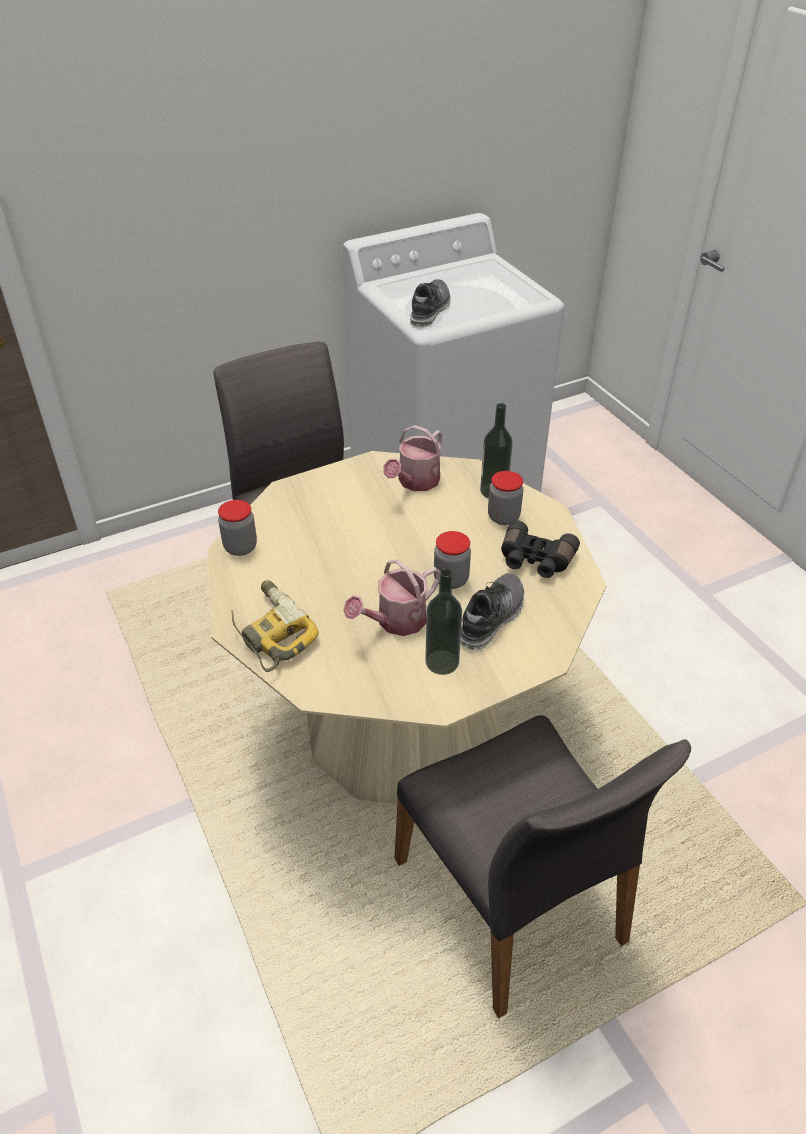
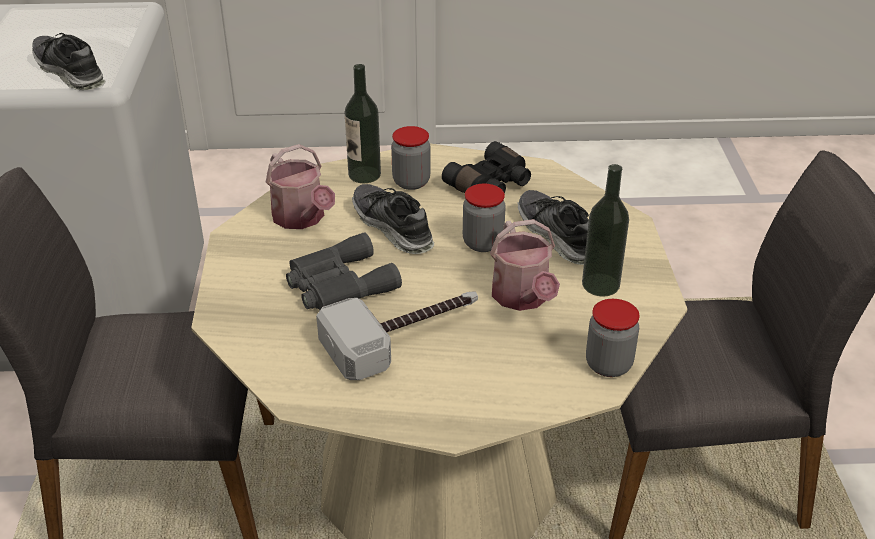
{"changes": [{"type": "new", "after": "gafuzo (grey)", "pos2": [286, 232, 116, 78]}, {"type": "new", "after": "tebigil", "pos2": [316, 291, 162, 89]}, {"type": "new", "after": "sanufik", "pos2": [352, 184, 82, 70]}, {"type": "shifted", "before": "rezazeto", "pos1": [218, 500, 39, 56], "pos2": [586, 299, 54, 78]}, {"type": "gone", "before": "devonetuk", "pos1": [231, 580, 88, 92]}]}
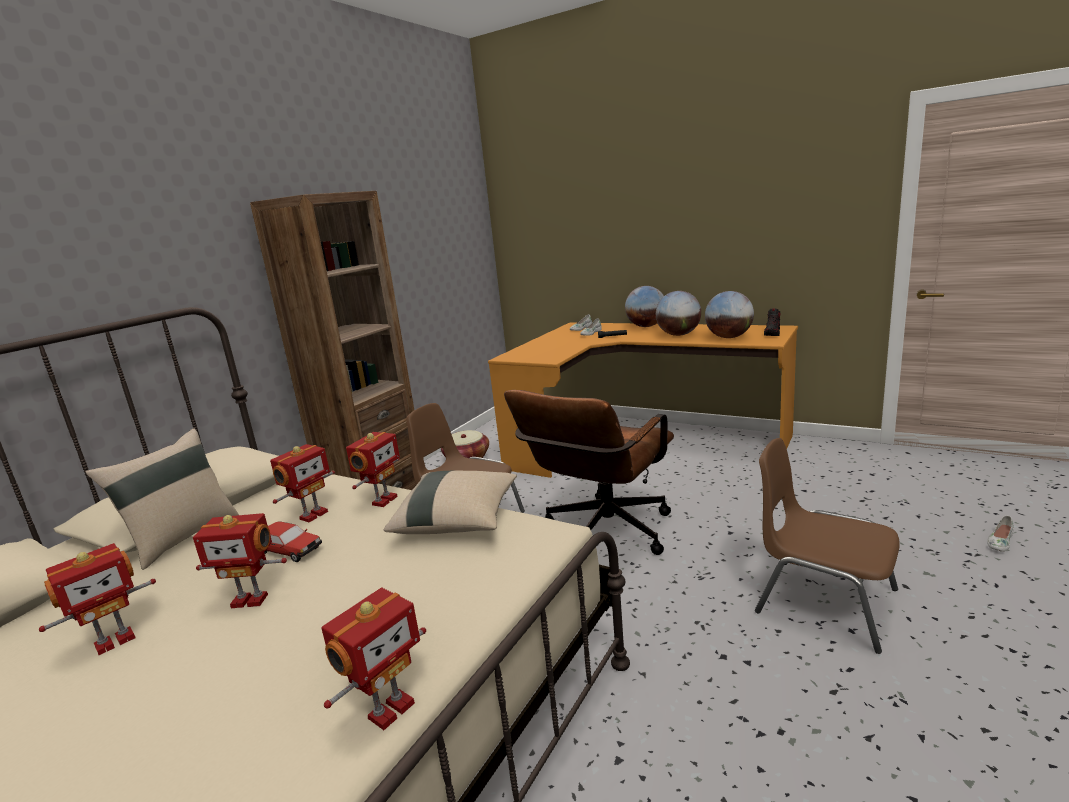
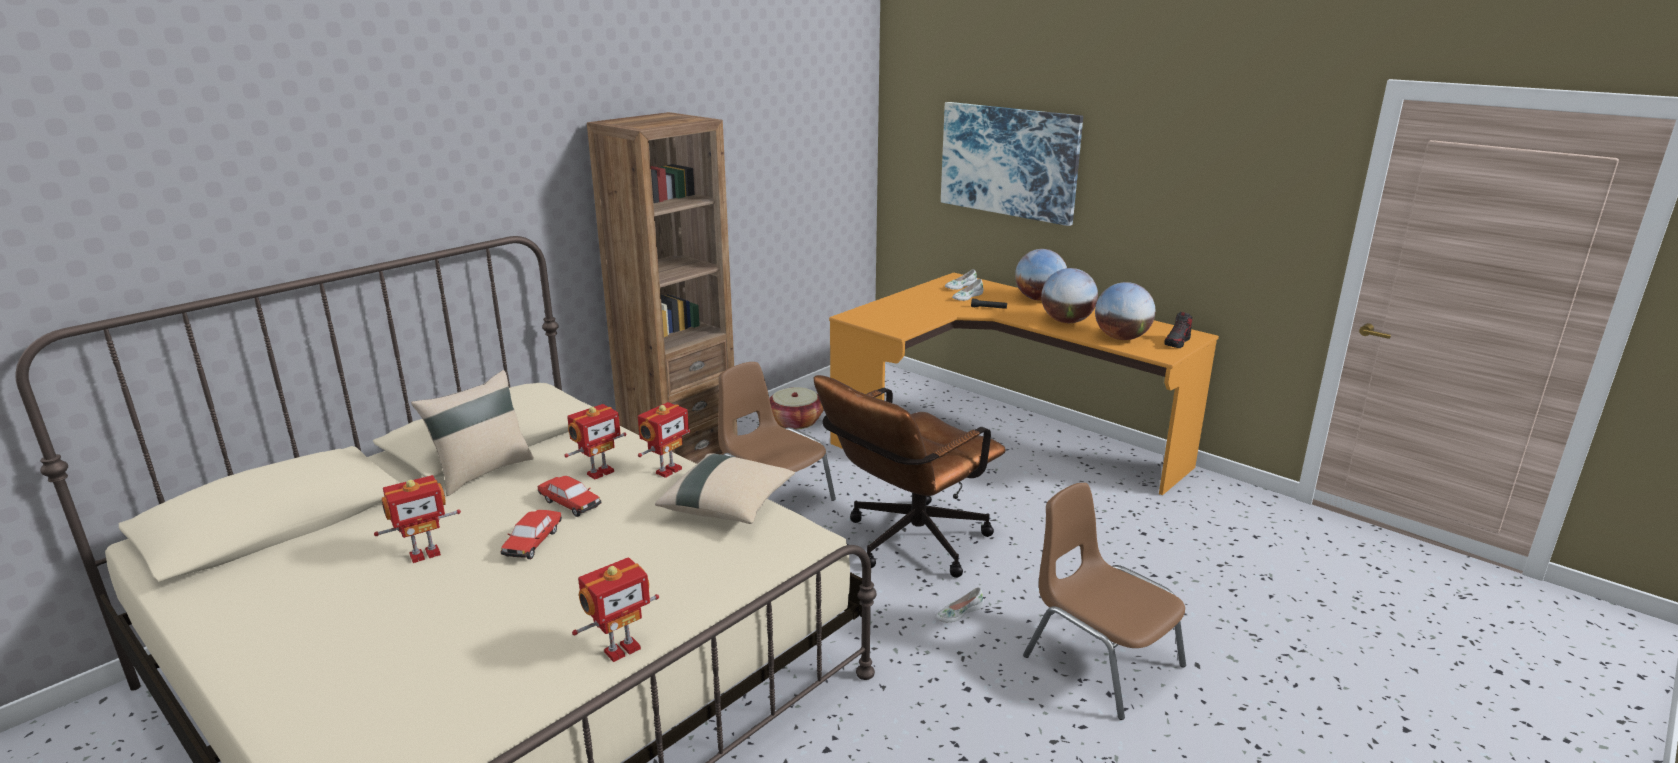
{"changes": [{"type": "swapped", "before": "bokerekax", "after": "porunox", "pos1": [193, 513, 94, 95], "pos2": [500, 510, 62, 49]}, {"type": "shifted", "before": "sanufik (white)", "pos1": [987, 516, 27, 36], "pos2": [936, 587, 48, 36]}, {"type": "new", "after": "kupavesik", "pos2": [941, 102, 142, 124]}]}
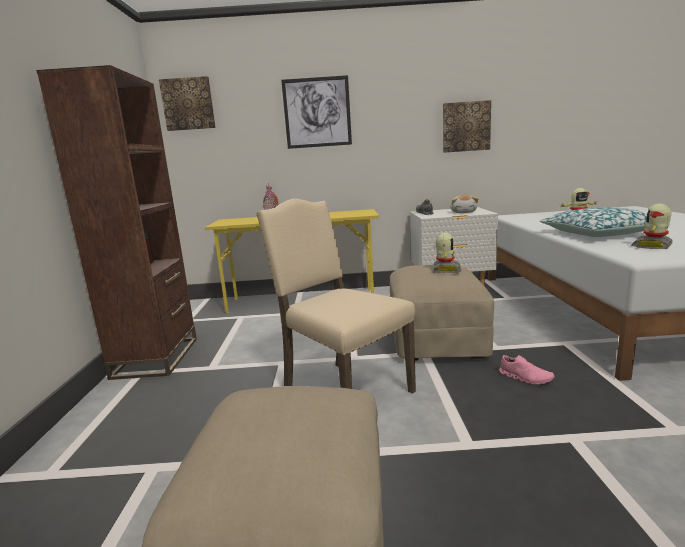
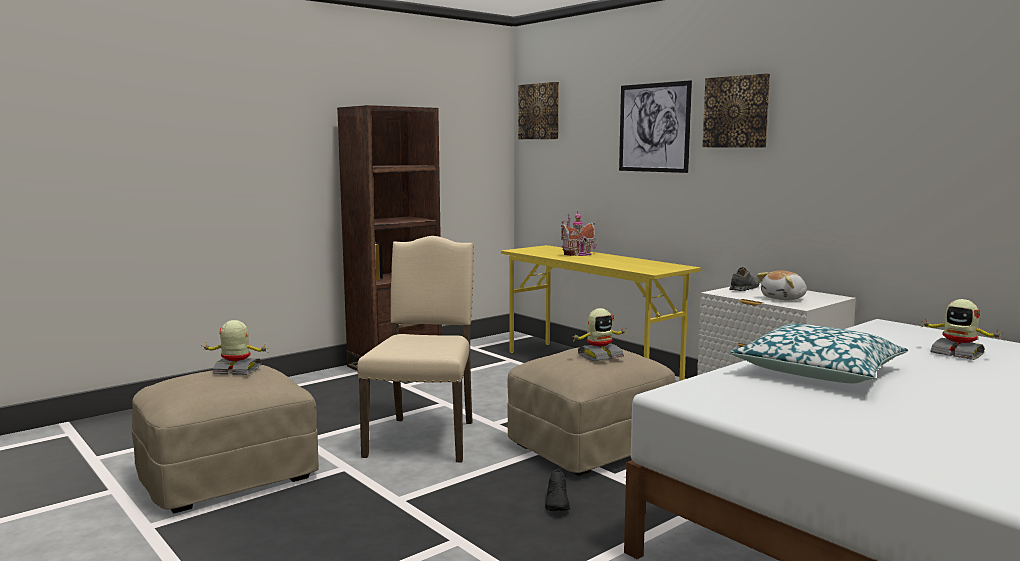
{"changes": [{"type": "shifted", "before": "bokerekax", "pos1": [631, 204, 41, 45], "pos2": [201, 320, 67, 55]}, {"type": "repainted", "before": "sanufik (pink)", "after": "sanufik (black)", "pos1": [499, 355, 56, 30], "pos2": [545, 469, 25, 42]}, {"type": "shifted", "before": "kupavesik", "pos1": [443, 100, 48, 53], "pos2": [702, 74, 68, 74]}]}
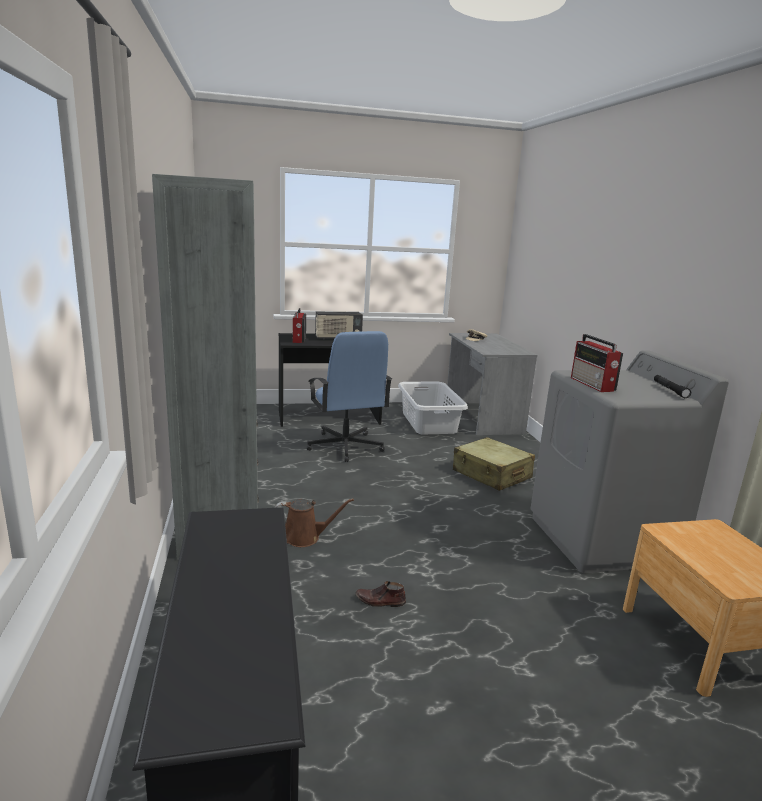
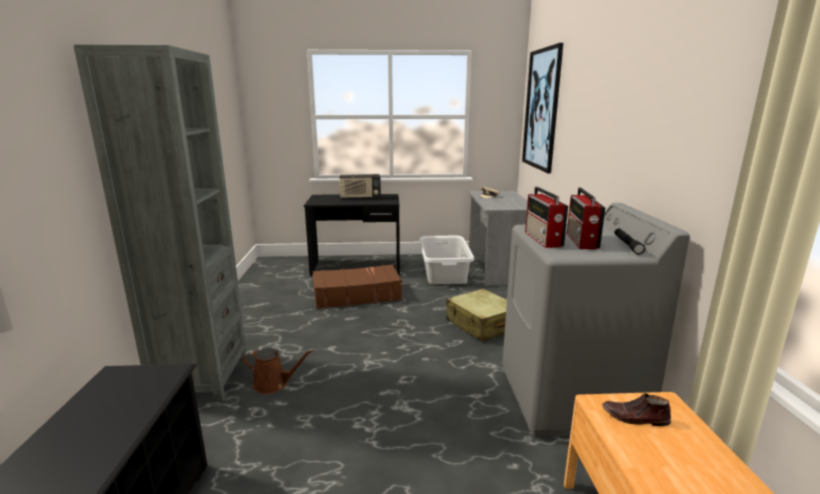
{"changes": [{"type": "swapped", "before": "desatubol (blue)", "after": "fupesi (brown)", "pos1": [307, 331, 85, 131], "pos2": [313, 264, 89, 45]}, {"type": "new", "after": "kupavesik", "pos2": [522, 43, 41, 130]}, {"type": "shifted", "before": "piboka", "pos1": [292, 308, 14, 35], "pos2": [567, 188, 38, 61]}, {"type": "shifted", "before": "sanufik (brown)", "pos1": [355, 581, 51, 26], "pos2": [602, 393, 69, 33]}]}
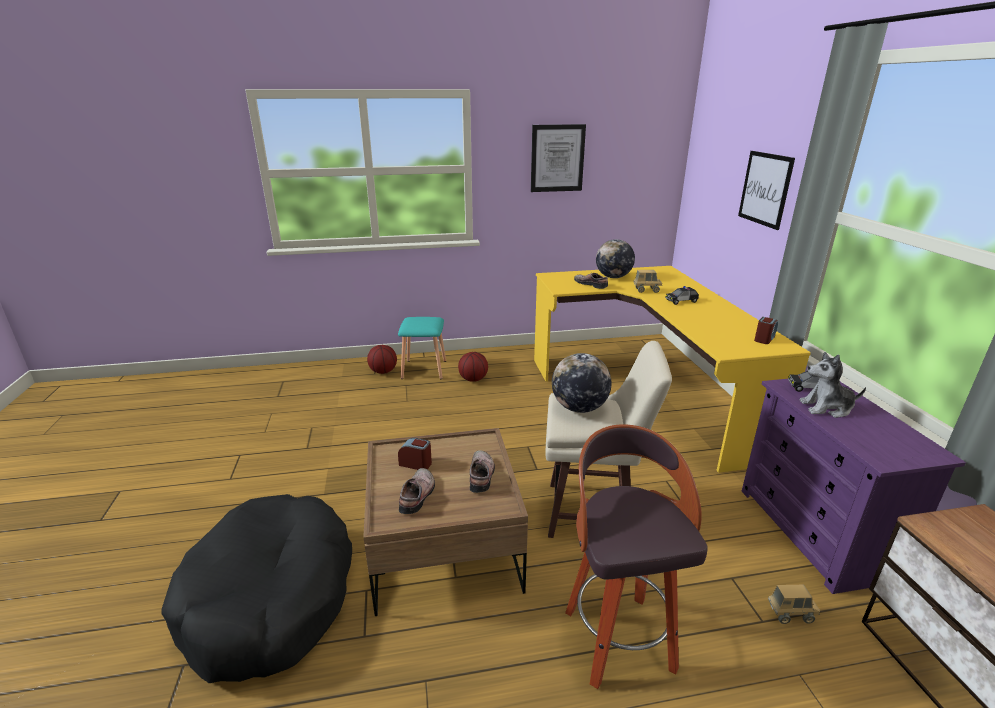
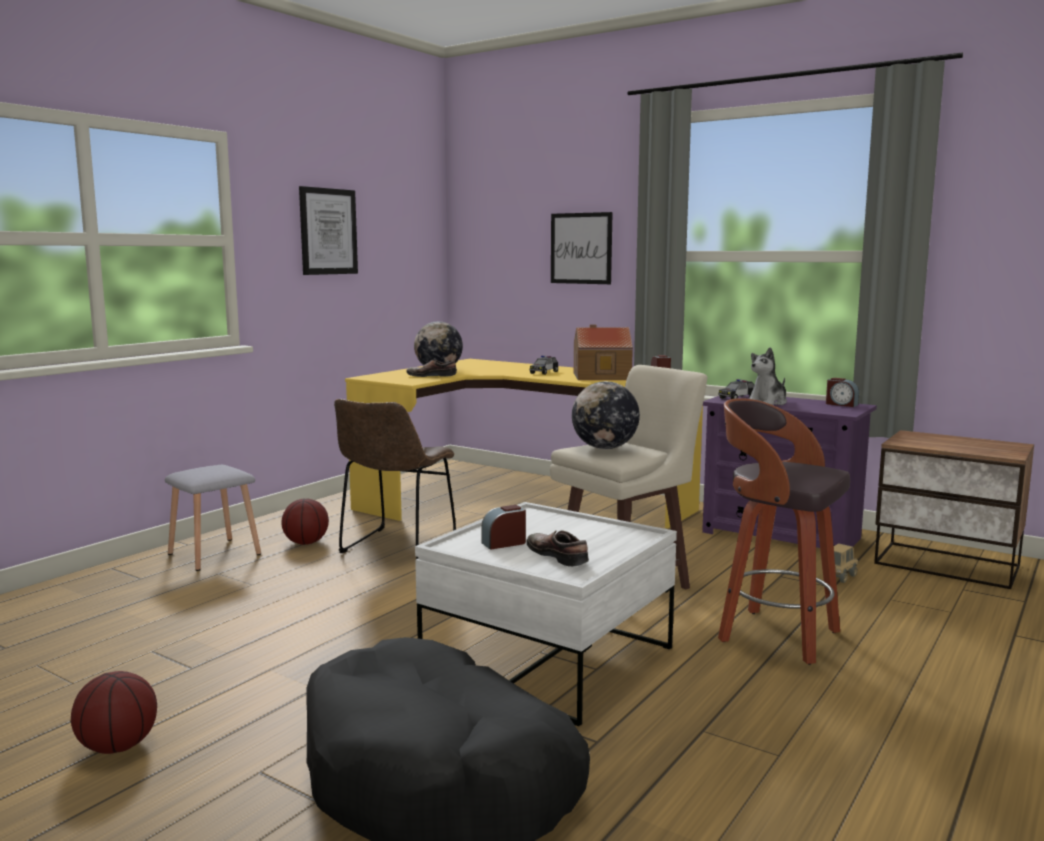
{"changes": [{"type": "shifted", "before": "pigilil", "pos1": [367, 345, 30, 29], "pos2": [71, 671, 86, 83]}, {"type": "repainted", "before": "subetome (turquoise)", "after": "subetome (grey)", "pos1": [398, 317, 48, 62], "pos2": [165, 465, 96, 106]}, {"type": "new", "after": "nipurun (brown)", "pos2": [334, 399, 122, 160]}, {"type": "repainted", "before": "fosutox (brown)", "after": "fosutox (white)", "pos1": [363, 428, 165, 188], "pos2": [415, 502, 262, 224]}, {"type": "new", "after": "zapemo", "pos2": [574, 324, 59, 56]}, {"type": "new", "after": "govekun", "pos2": [826, 378, 33, 29]}, {"type": "gone", "before": "sanufik", "pos1": [470, 450, 25, 43]}, {"type": "gone", "before": "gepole", "pos1": [634, 270, 28, 23]}]}
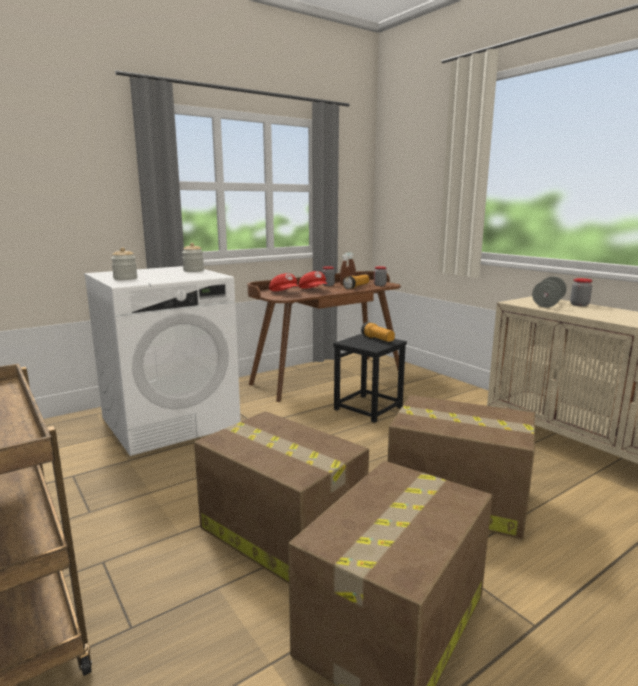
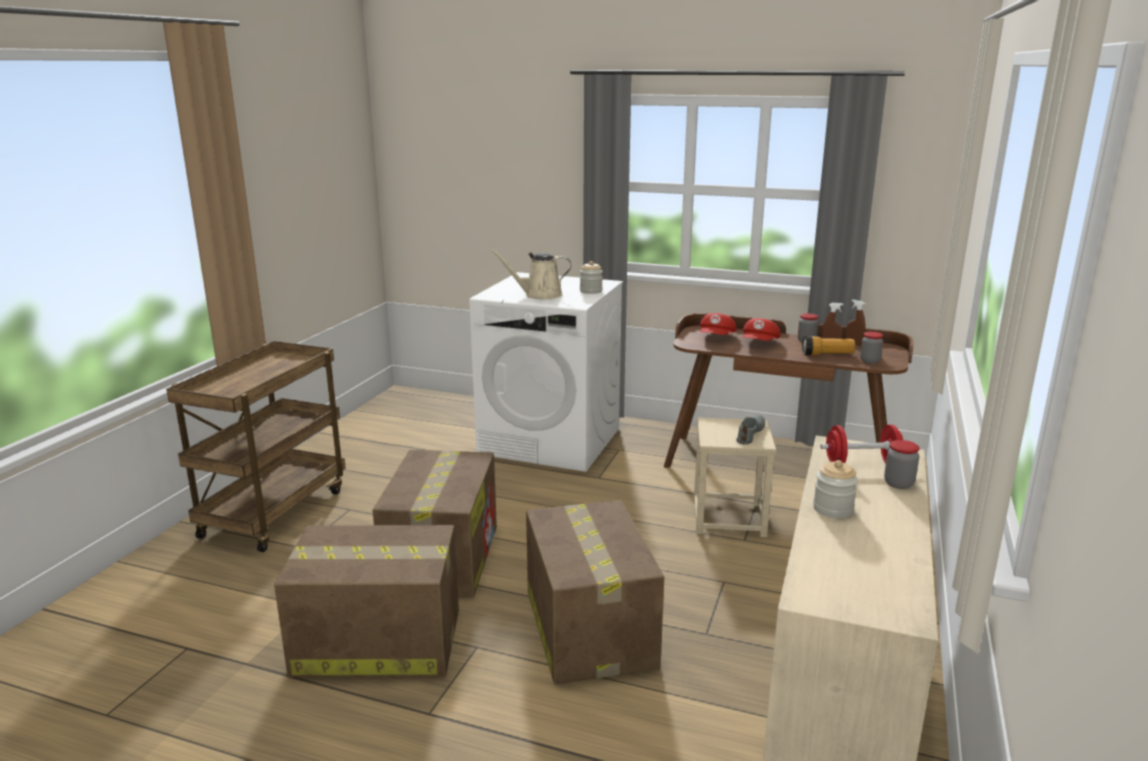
{"changes": [{"type": "new", "after": "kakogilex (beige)", "pos2": [490, 249, 81, 50]}, {"type": "repainted", "before": "subetome (black)", "after": "subetome (beige)", "pos1": [333, 334, 74, 89], "pos2": [694, 418, 82, 119]}, {"type": "swapped", "before": "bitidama", "after": "sanufik (grey)", "pos1": [361, 322, 34, 20], "pos2": [736, 415, 29, 30]}, {"type": "shifted", "before": "rezazeto", "pos1": [111, 247, 26, 33], "pos2": [813, 460, 45, 58]}, {"type": "repainted", "before": "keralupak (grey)", "after": "keralupak (red)", "pos1": [532, 276, 35, 31], "pos2": [820, 425, 83, 38]}]}
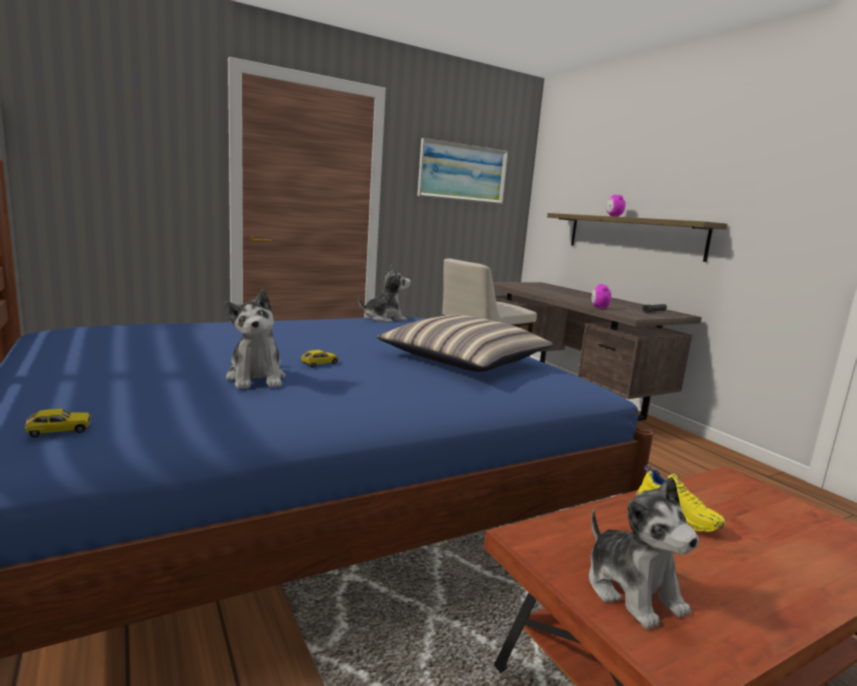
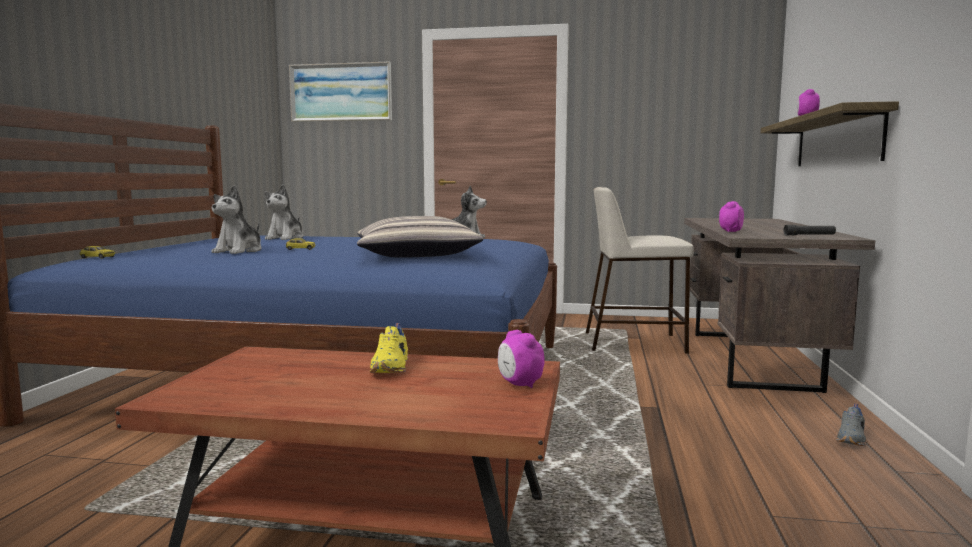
{"changes": [{"type": "shifted", "before": "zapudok", "pos1": [589, 477, 110, 152], "pos2": [265, 185, 38, 55]}, {"type": "shifted", "before": "kupavesik", "pos1": [417, 138, 91, 66], "pos2": [289, 62, 103, 60]}, {"type": "new", "after": "govekun", "pos2": [498, 330, 47, 58]}, {"type": "new", "after": "sanufik (grey)", "pos2": [836, 403, 30, 43]}]}
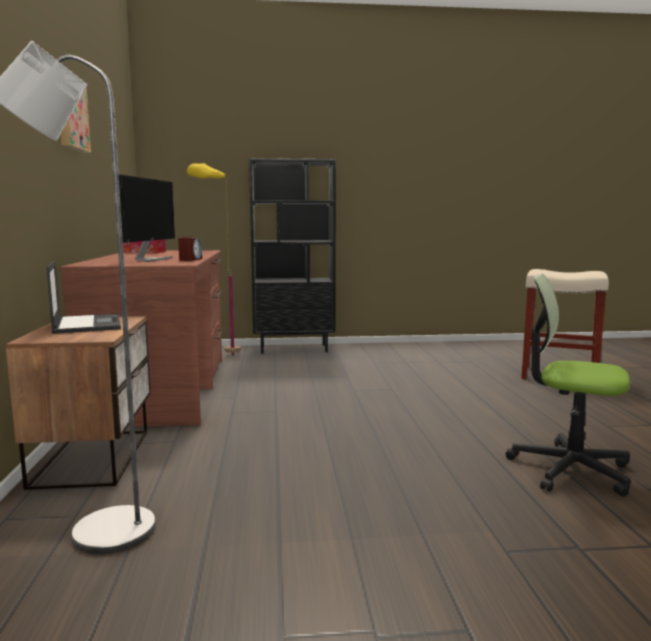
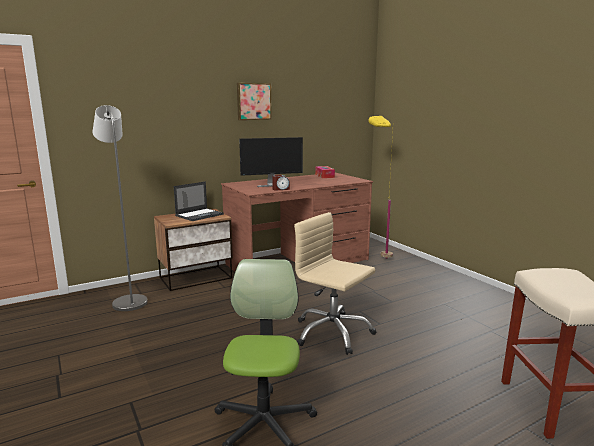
{"changes": [{"type": "new", "after": "desatubol (beige)", "pos2": [294, 212, 82, 143]}, {"type": "gone", "before": "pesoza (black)", "pos1": [249, 158, 87, 196]}]}
